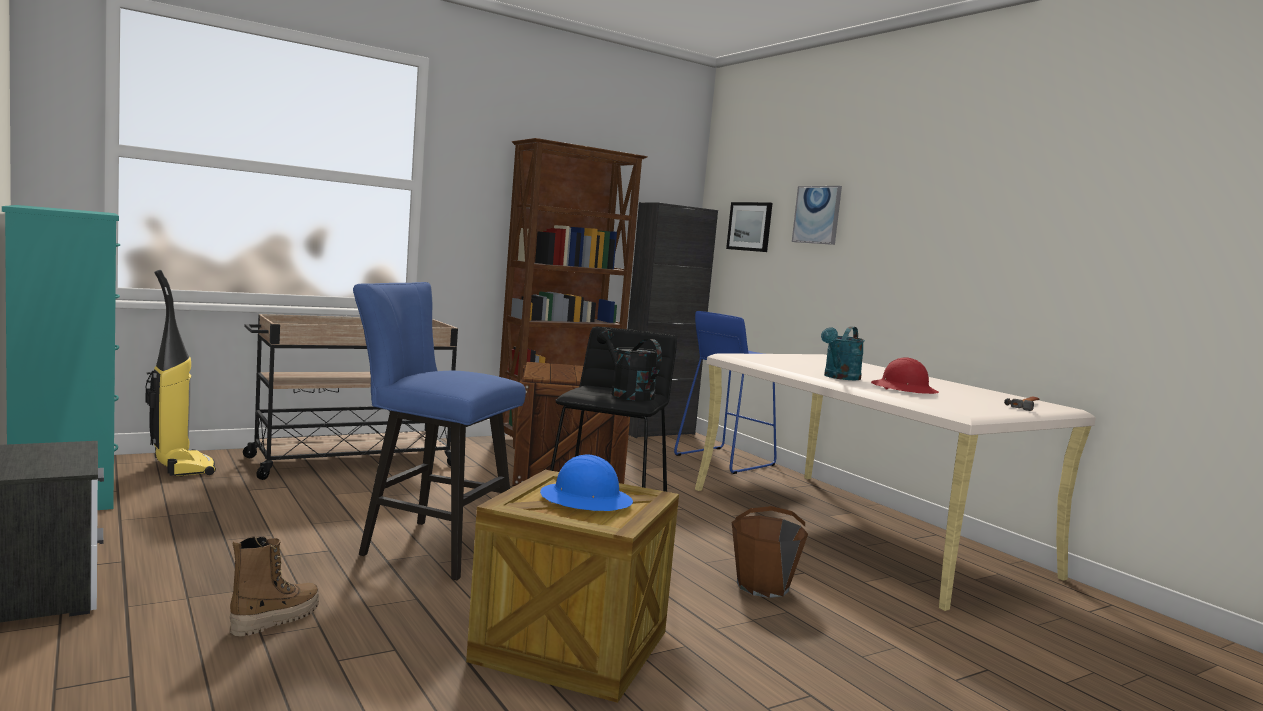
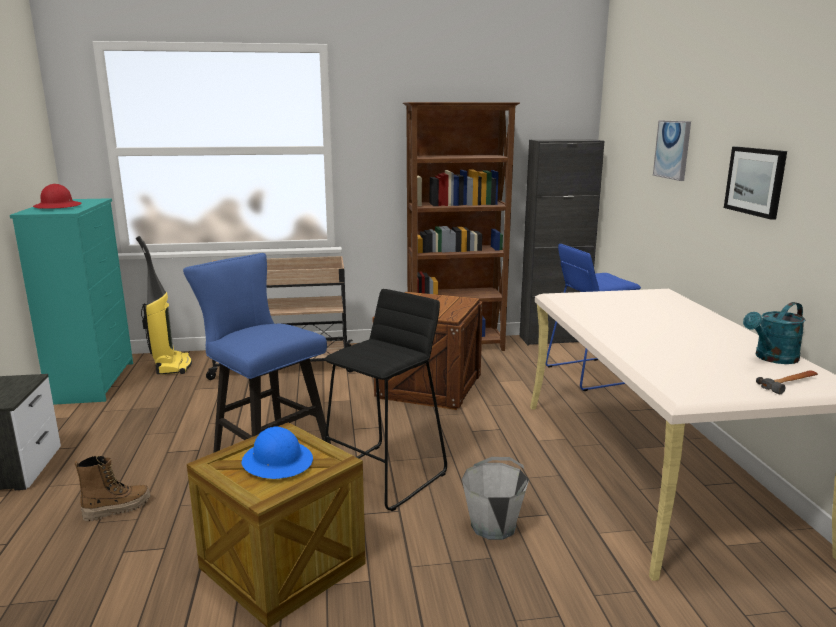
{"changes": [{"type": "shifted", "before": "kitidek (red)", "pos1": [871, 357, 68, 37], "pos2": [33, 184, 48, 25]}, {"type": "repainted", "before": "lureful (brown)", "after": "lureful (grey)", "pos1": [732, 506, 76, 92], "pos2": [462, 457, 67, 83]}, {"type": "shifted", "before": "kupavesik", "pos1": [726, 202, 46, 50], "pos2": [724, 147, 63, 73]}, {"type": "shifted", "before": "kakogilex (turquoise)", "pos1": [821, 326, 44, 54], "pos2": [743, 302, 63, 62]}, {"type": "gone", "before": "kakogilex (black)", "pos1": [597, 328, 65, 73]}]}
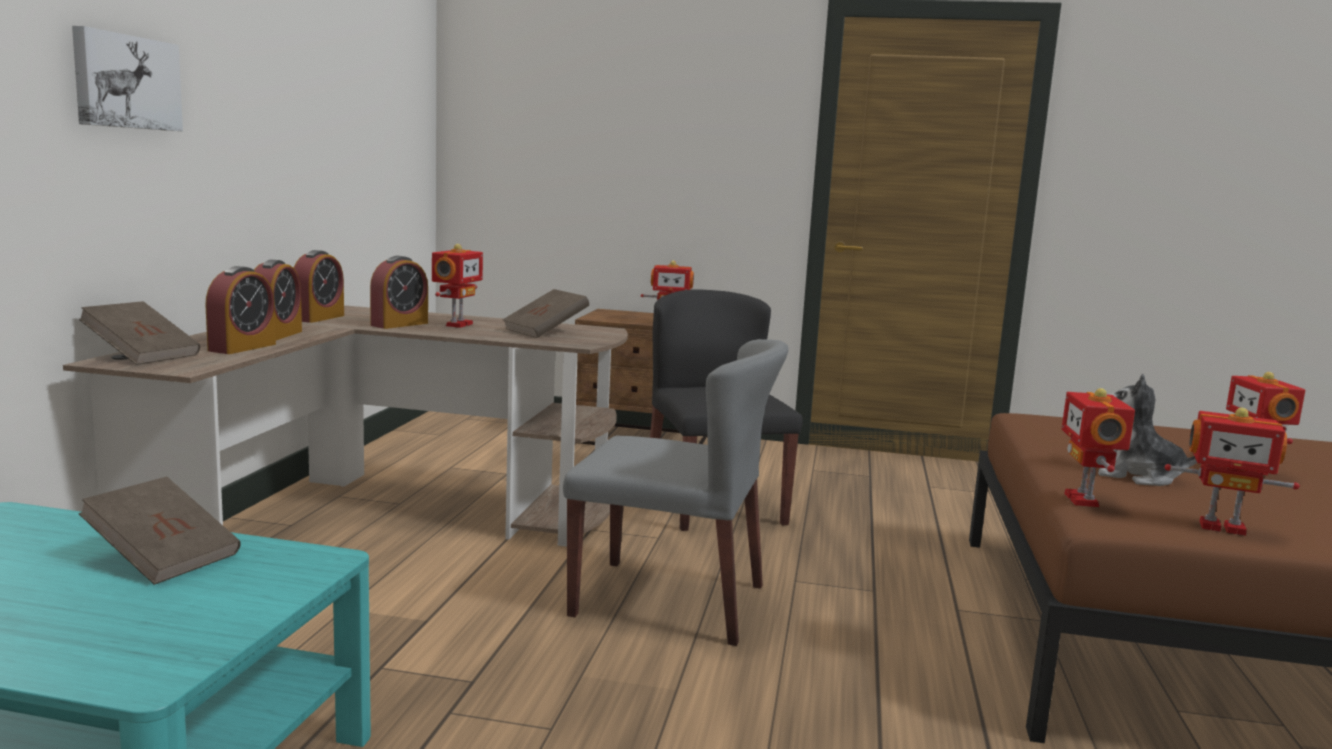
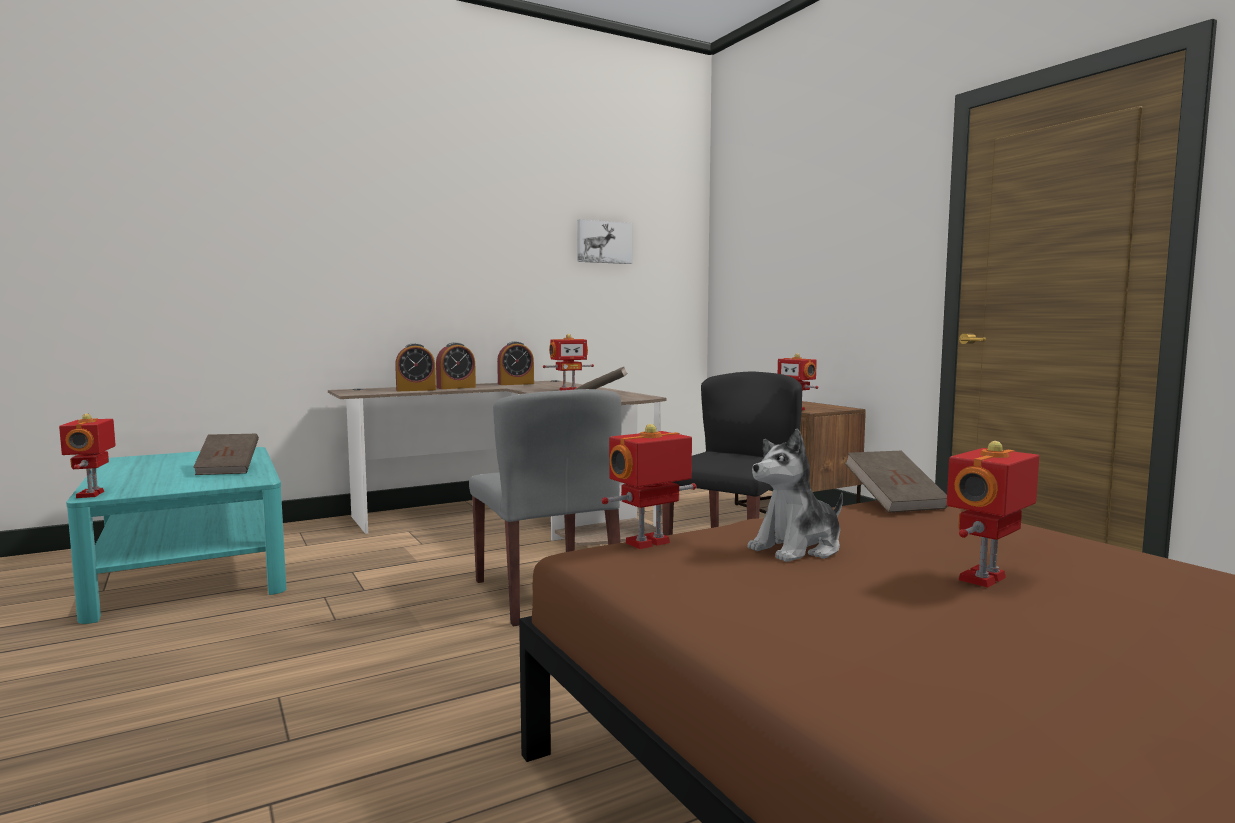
{"changes": [{"type": "shifted", "before": "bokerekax", "pos1": [1164, 407, 136, 129], "pos2": [59, 413, 57, 85]}, {"type": "shifted", "before": "kupavesik", "pos1": [72, 26, 111, 105], "pos2": [577, 219, 55, 45]}, {"type": "rotated", "before": "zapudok", "pos1": [1098, 374, 99, 112], "pos2": [747, 428, 96, 134], "turn": -105}, {"type": "shifted", "before": "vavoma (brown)", "pos1": [79, 301, 121, 64], "pos2": [845, 451, 102, 62]}, {"type": "gone", "before": "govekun", "pos1": [370, 256, 58, 73]}]}
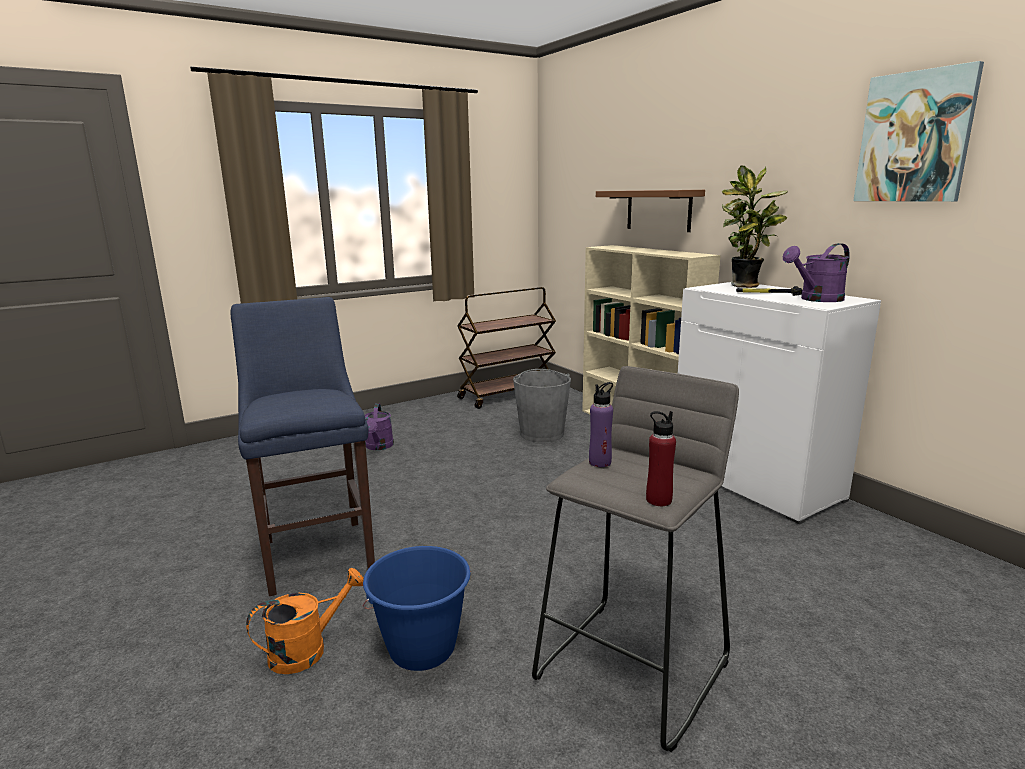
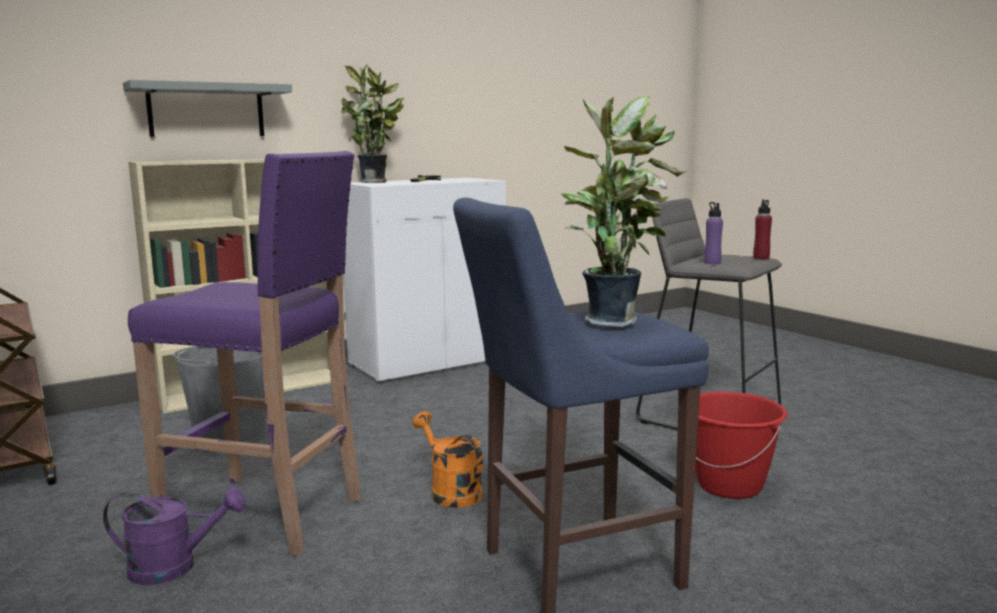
{"changes": [{"type": "repainted", "before": "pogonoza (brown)", "after": "pogonoza (grey)", "pos1": [596, 190, 109, 42], "pos2": [123, 80, 169, 57]}, {"type": "new", "after": "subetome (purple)", "pos2": [128, 151, 233, 405]}, {"type": "shifted", "before": "kakogilex (orange)", "pos1": [246, 568, 118, 106], "pos2": [413, 411, 70, 97]}, {"type": "new", "after": "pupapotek", "pos2": [561, 96, 124, 232]}, {"type": "repainted", "before": "lureful (blue)", "after": "lureful (red)", "pos1": [363, 546, 108, 125], "pos2": [695, 392, 92, 107]}, {"type": "gone", "before": "kakogilex (purple)", "pos1": [783, 243, 67, 59]}, {"type": "gone", "before": "kupavesik", "pos1": [853, 61, 131, 141]}]}
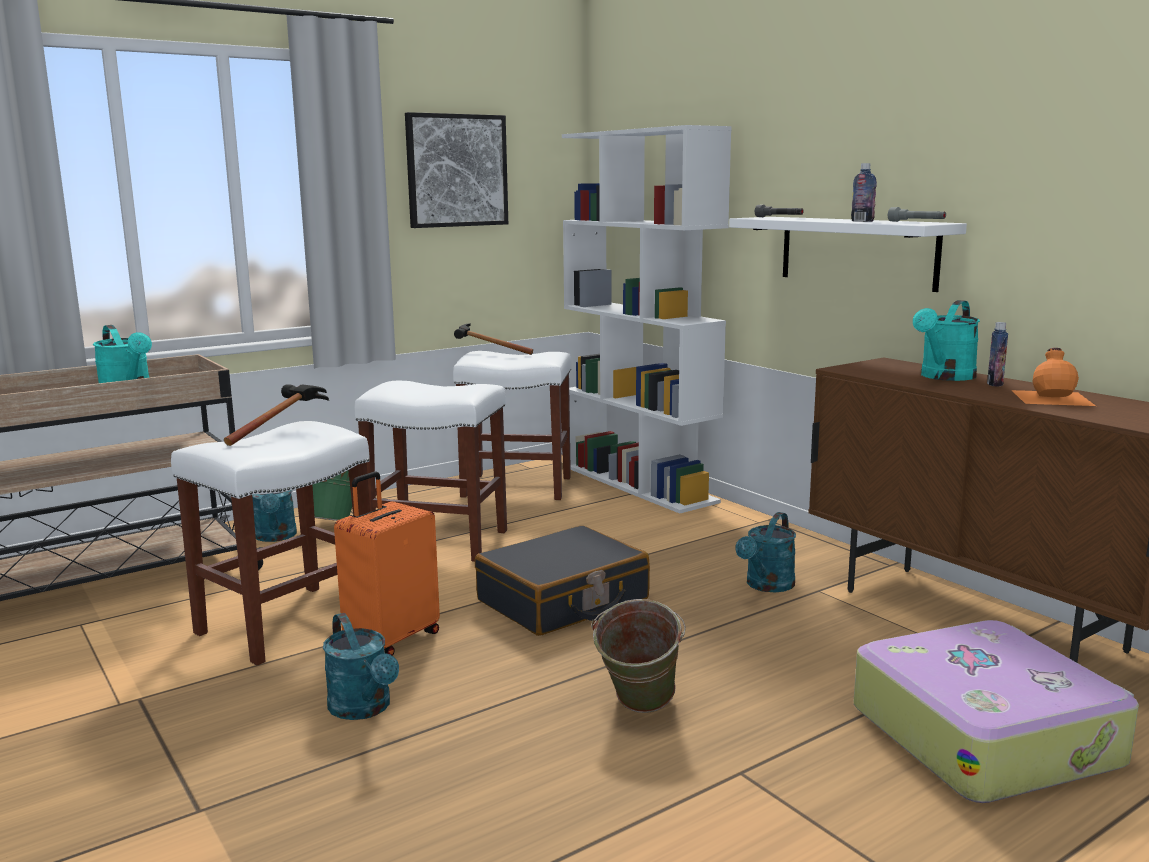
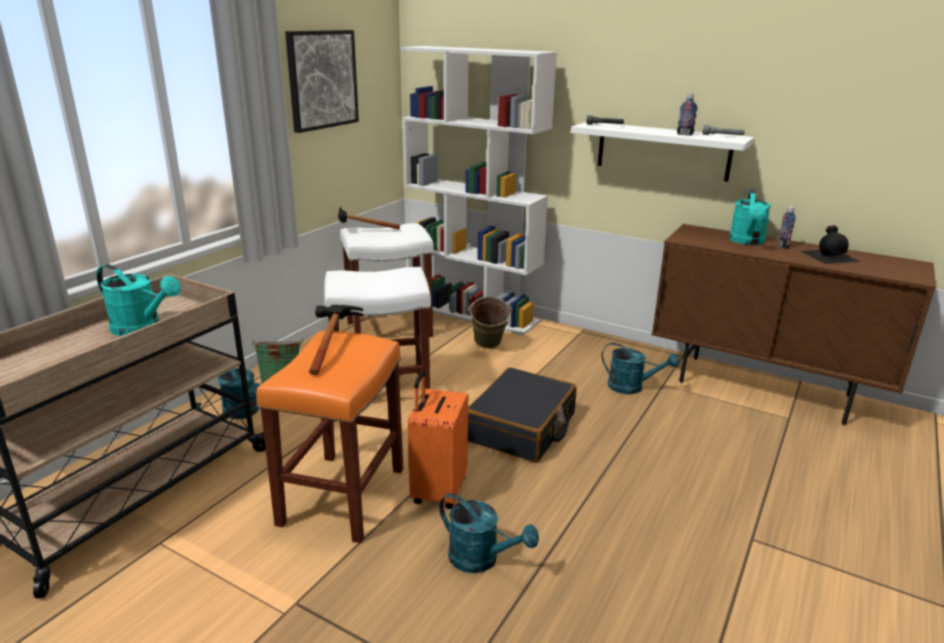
{"changes": [{"type": "repainted", "before": "subetome (white)", "after": "subetome (orange)", "pos1": [171, 421, 199, 245], "pos2": [256, 331, 148, 212]}, {"type": "shifted", "before": "lureful (green)", "pos1": [591, 599, 95, 114], "pos2": [468, 297, 44, 52]}, {"type": "rotated", "before": "kakogilex (turquoise)", "pos1": [736, 512, 60, 80], "pos2": [602, 343, 77, 51], "turn": -75}, {"type": "repainted", "before": "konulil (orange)", "after": "konulil (black)", "pos1": [1012, 348, 84, 58], "pos2": [800, 225, 61, 39]}, {"type": "gone", "before": "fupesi", "pos1": [854, 620, 285, 183]}]}
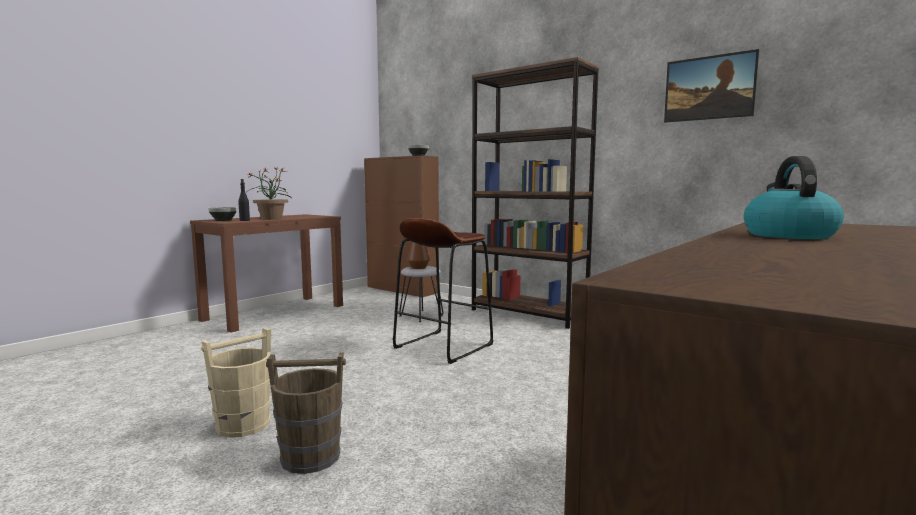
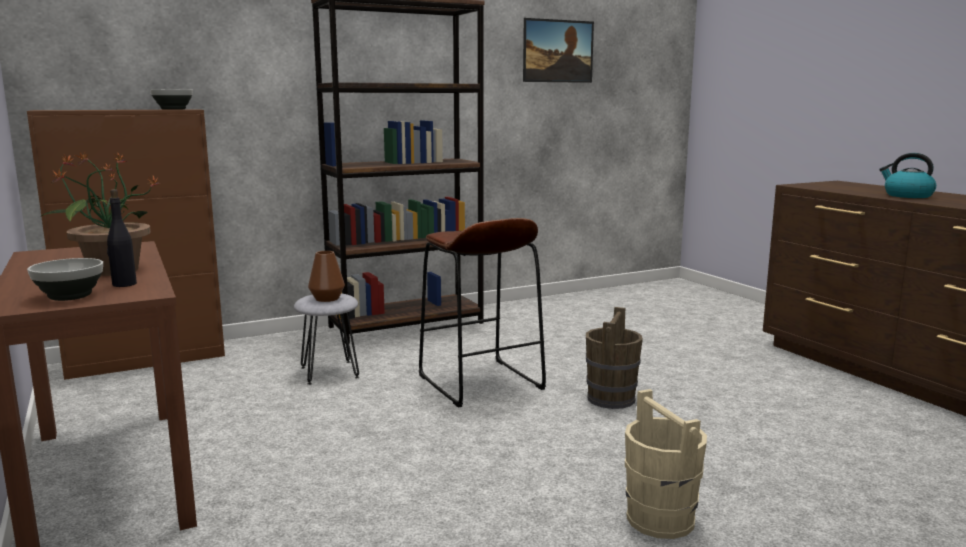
{"changes": [{"type": "shifted", "before": "lureful (brown)", "pos1": [266, 352, 80, 122], "pos2": [586, 307, 57, 102]}]}
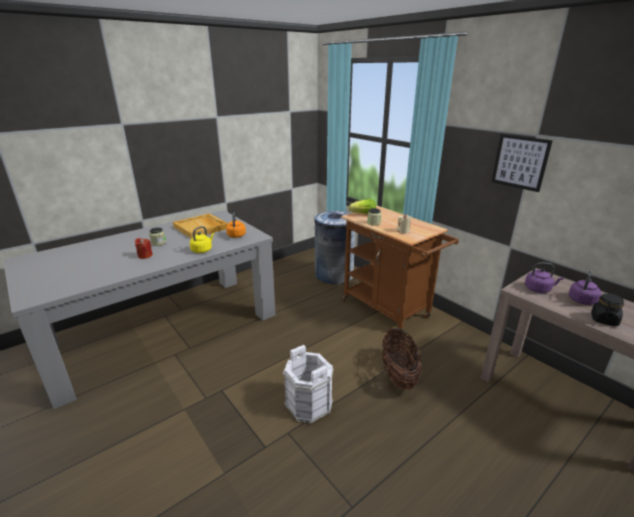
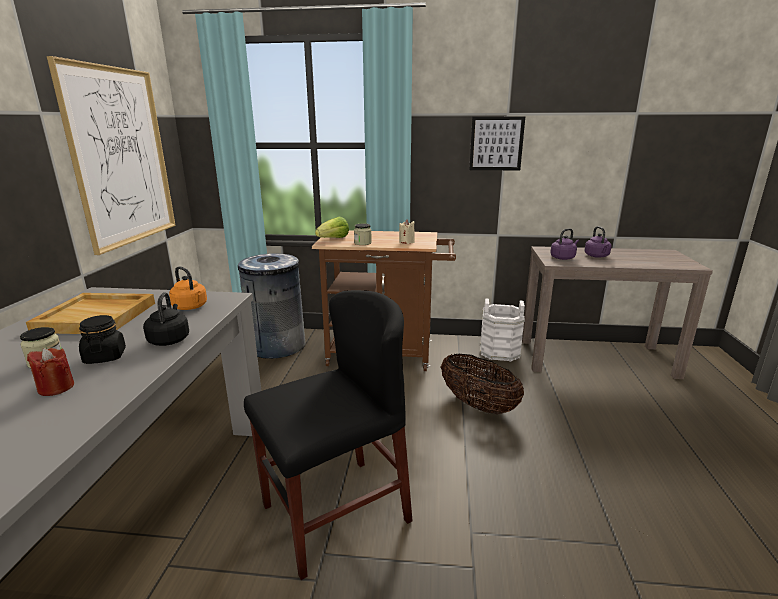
{"changes": [{"type": "new", "after": "kupavesik", "pos2": [47, 56, 129, 199]}, {"type": "shifted", "before": "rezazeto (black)", "pos1": [591, 293, 33, 33], "pos2": [79, 315, 47, 49]}, {"type": "repainted", "before": "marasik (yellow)", "after": "marasik (black)", "pos1": [190, 226, 24, 27], "pos2": [143, 292, 46, 54]}, {"type": "new", "after": "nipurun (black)", "pos2": [244, 290, 169, 290]}, {"type": "shifted", "before": "lureful (white)", "pos1": [283, 345, 51, 78], "pos2": [480, 298, 45, 64]}]}
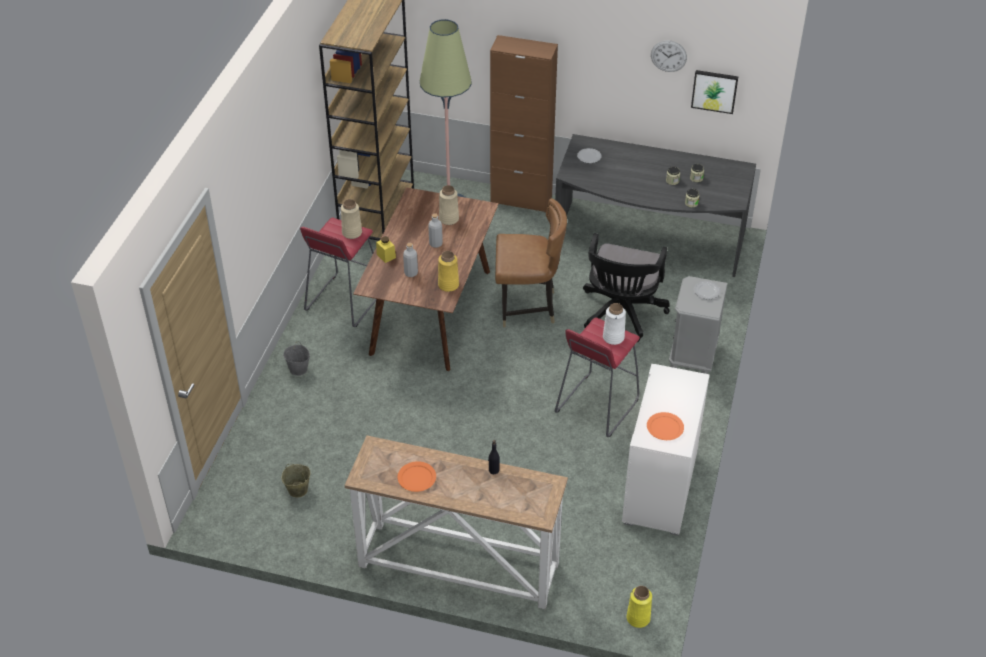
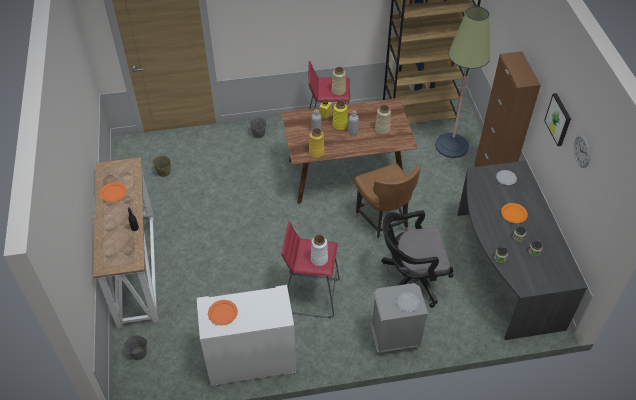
{"changes": [{"type": "new", "after": "lureful (grey)", "pos2": [124, 335, 24, 25]}, {"type": "shifted", "before": "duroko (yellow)", "pos1": [627, 586, 25, 42], "pos2": [333, 101, 15, 29]}, {"type": "new", "after": "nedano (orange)", "pos2": [501, 203, 27, 20]}, {"type": "shifted", "before": "kupavesik", "pos1": [691, 70, 48, 44], "pos2": [544, 93, 27, 53]}]}
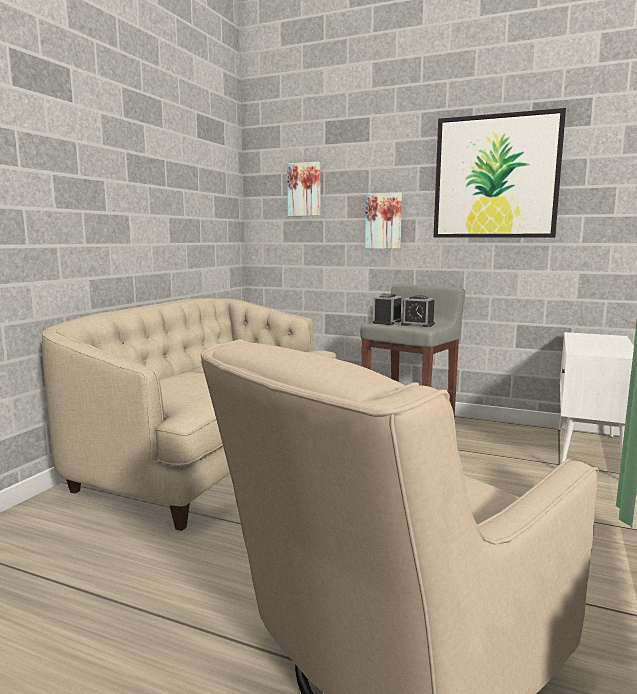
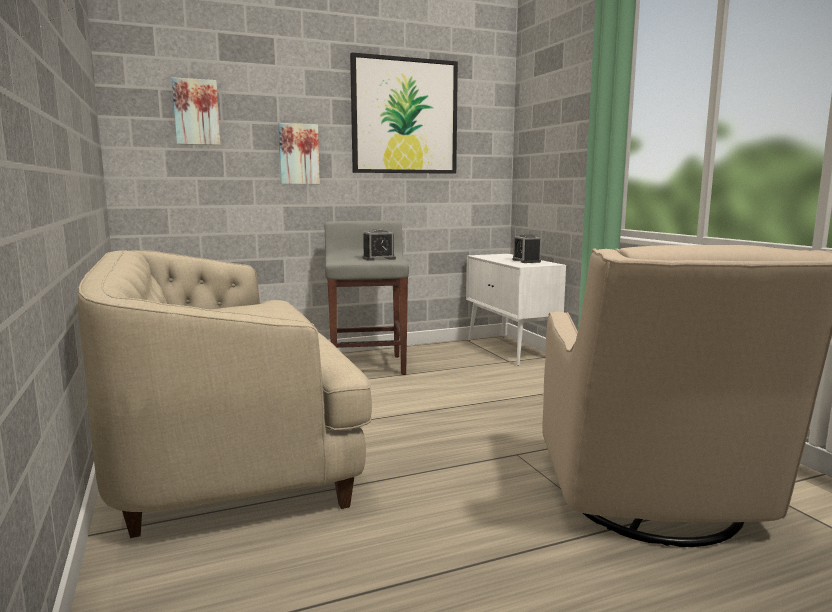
{"changes": [{"type": "shifted", "before": "govekun", "pos1": [373, 294, 29, 31], "pos2": [513, 234, 28, 29]}]}
